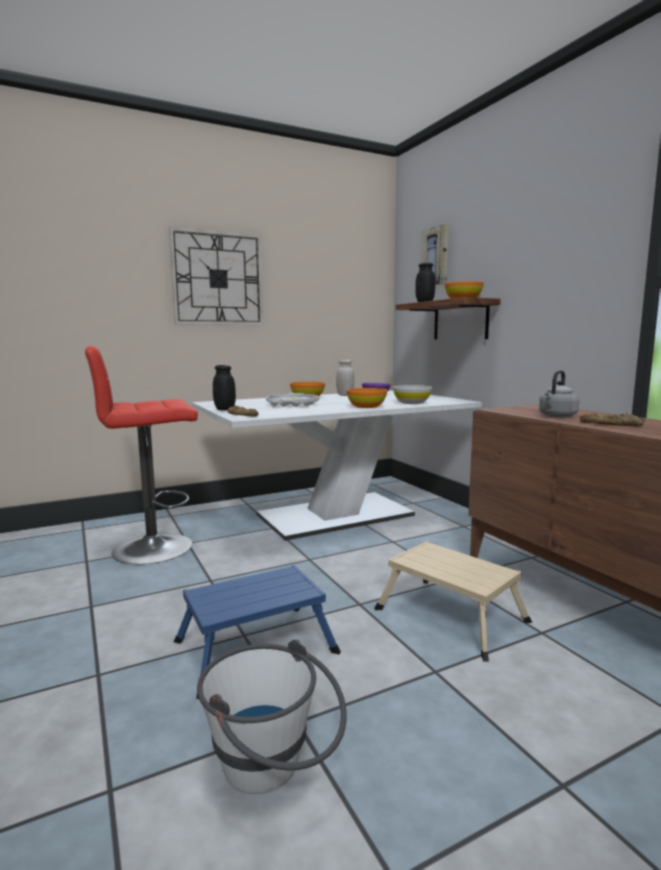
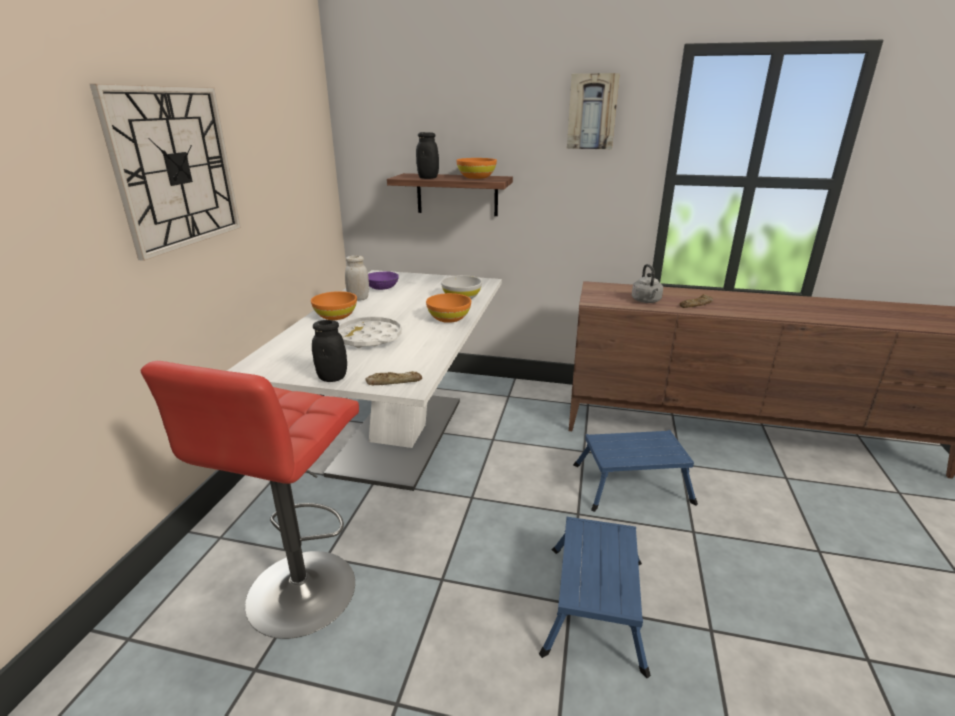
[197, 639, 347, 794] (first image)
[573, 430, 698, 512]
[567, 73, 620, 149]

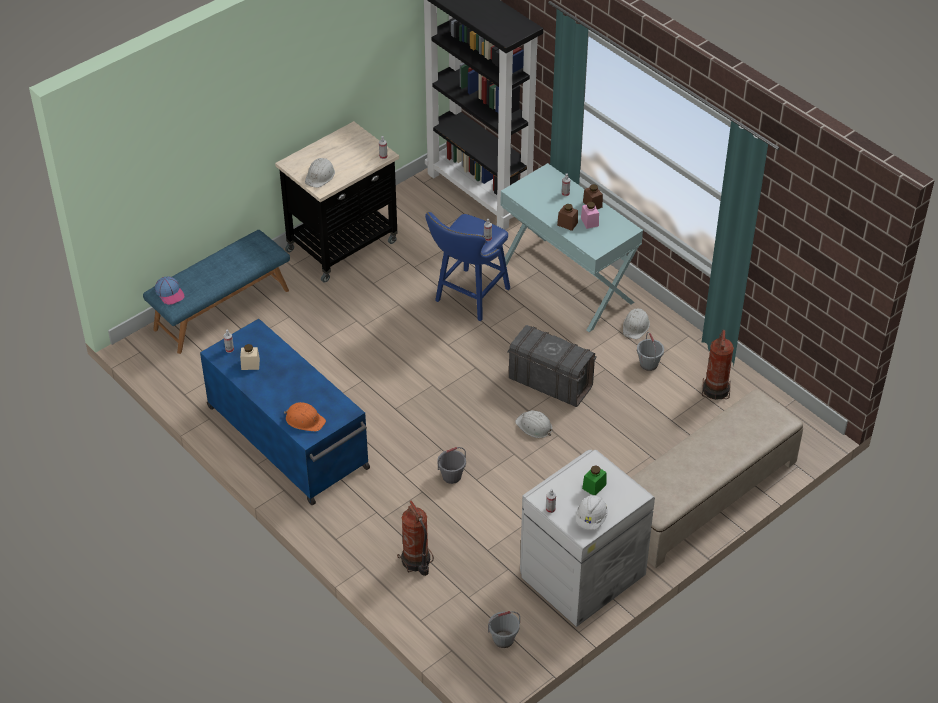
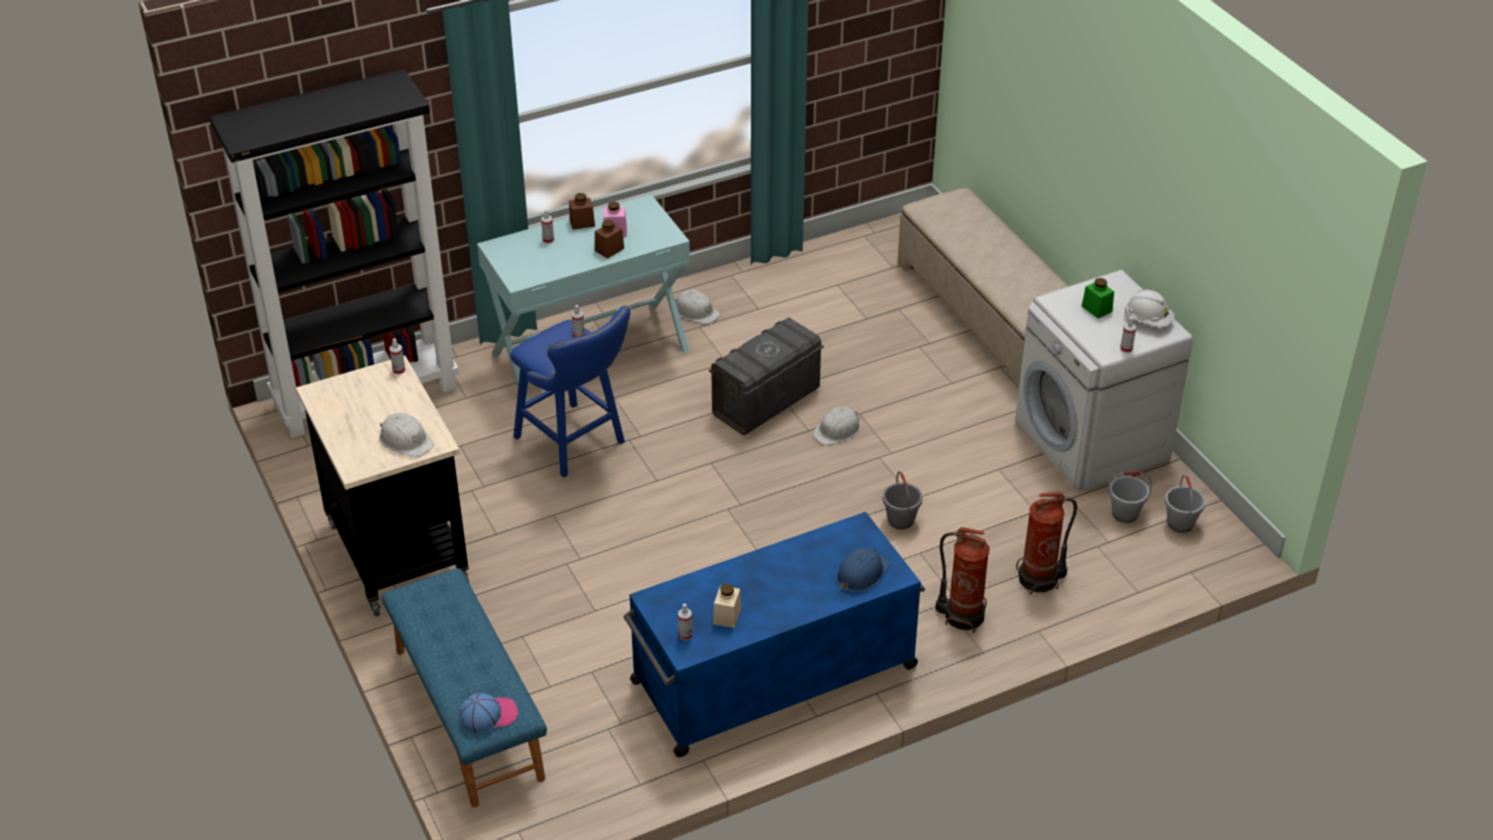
[836, 548, 890, 592]
[1107, 471, 1152, 523]
[935, 527, 990, 633]

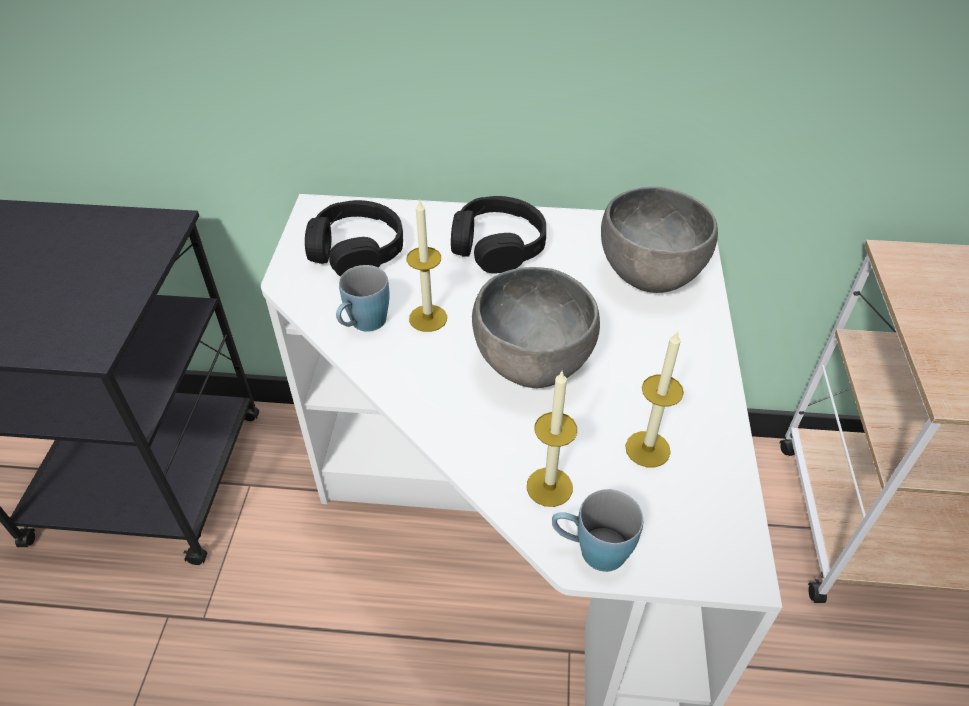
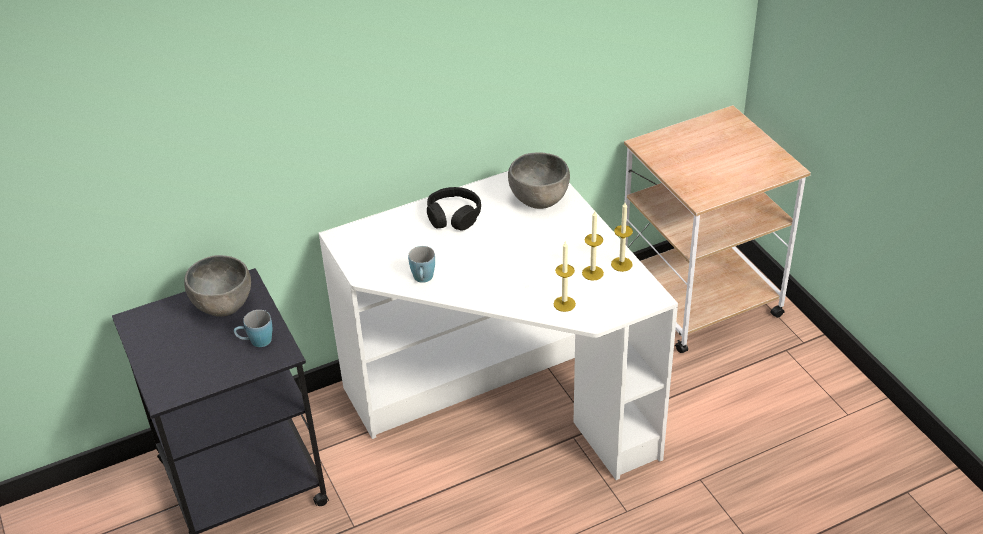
[305, 200, 403, 277] (first image)
[611, 203, 633, 272]
[184, 255, 251, 317]
[234, 310, 272, 347]

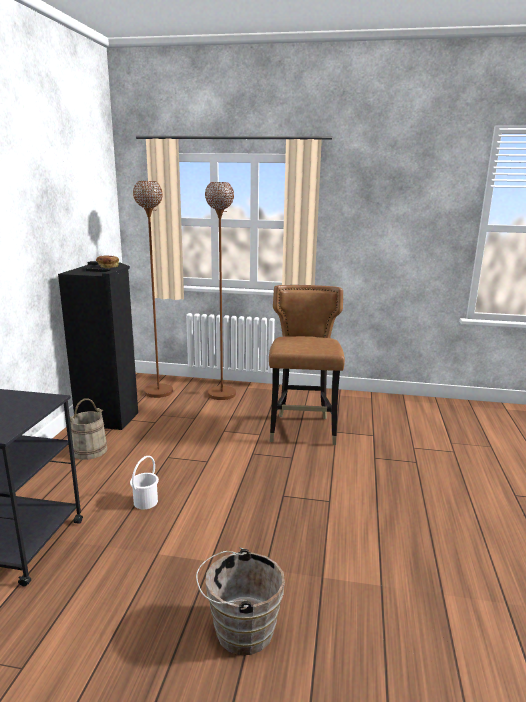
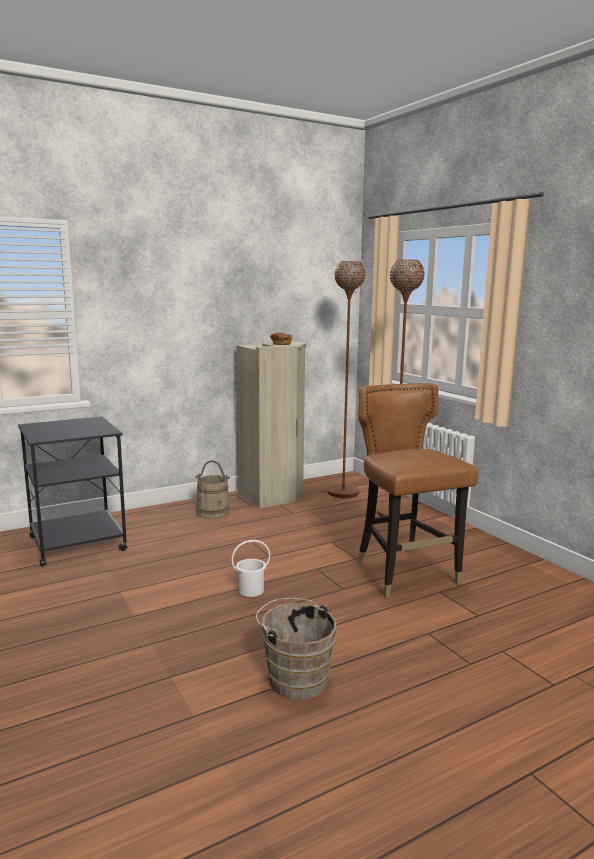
[236, 340, 307, 508]
[231, 540, 270, 597]
[256, 598, 337, 700]
[357, 383, 479, 598]

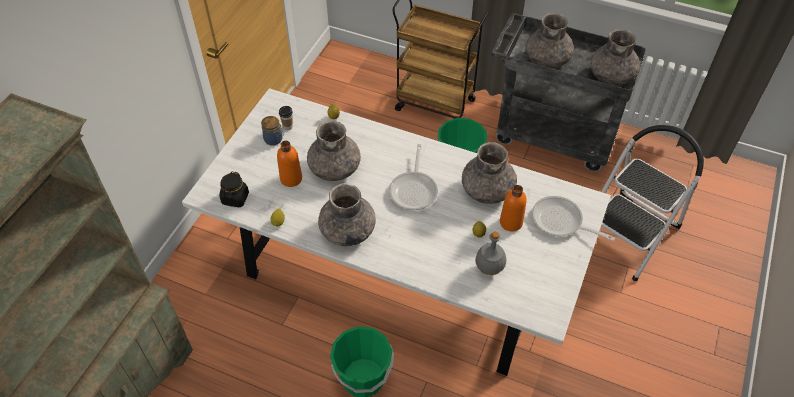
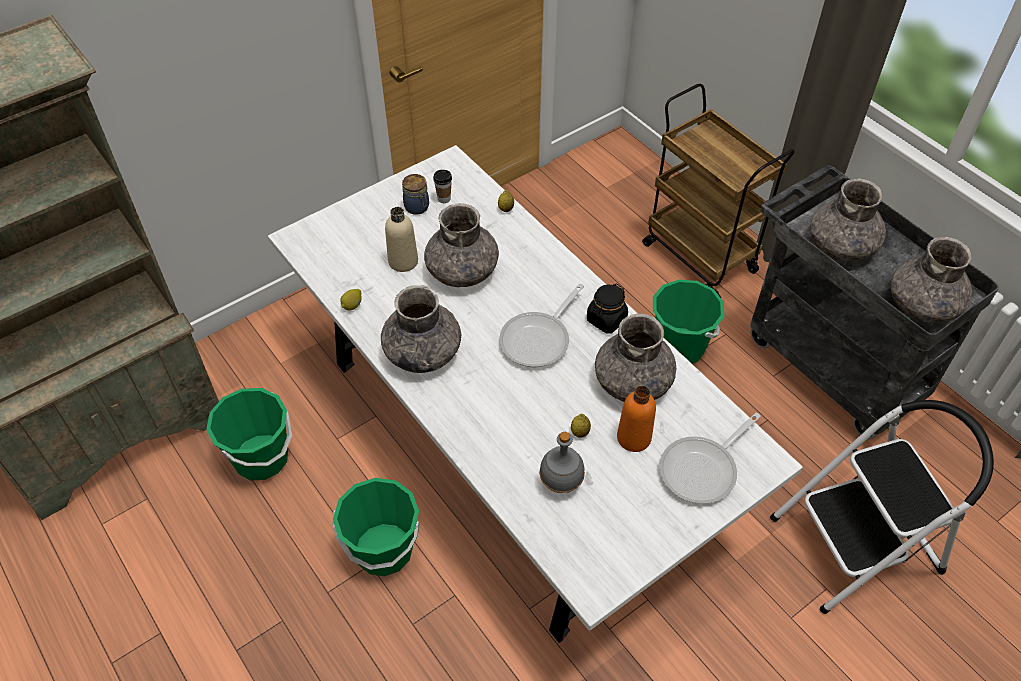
[587, 284, 628, 334]
[385, 207, 418, 272]
[659, 413, 761, 504]
[206, 388, 292, 480]

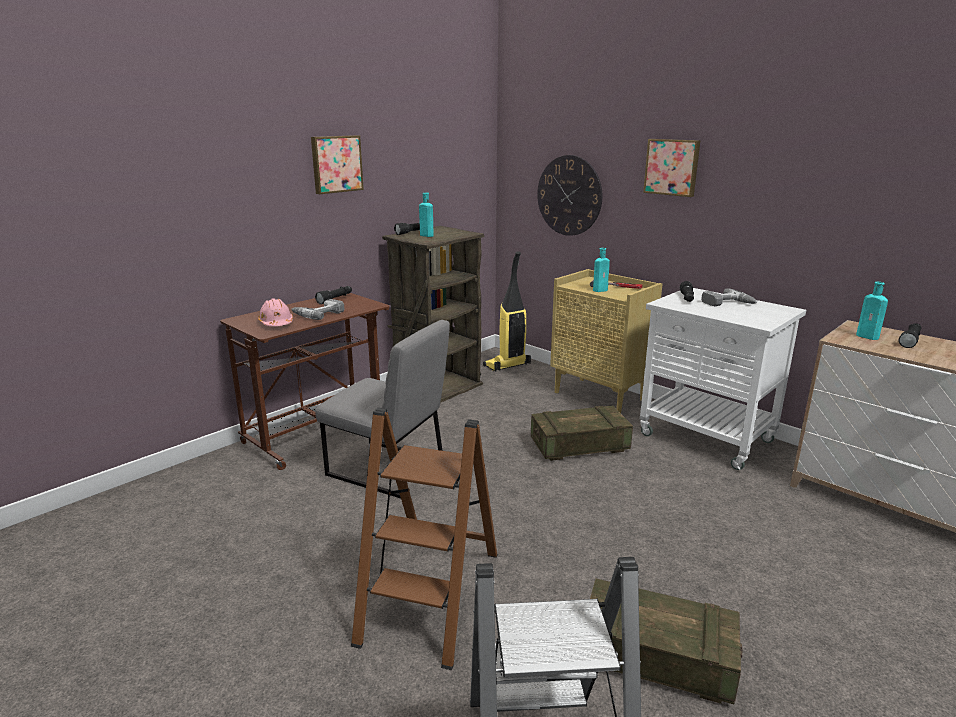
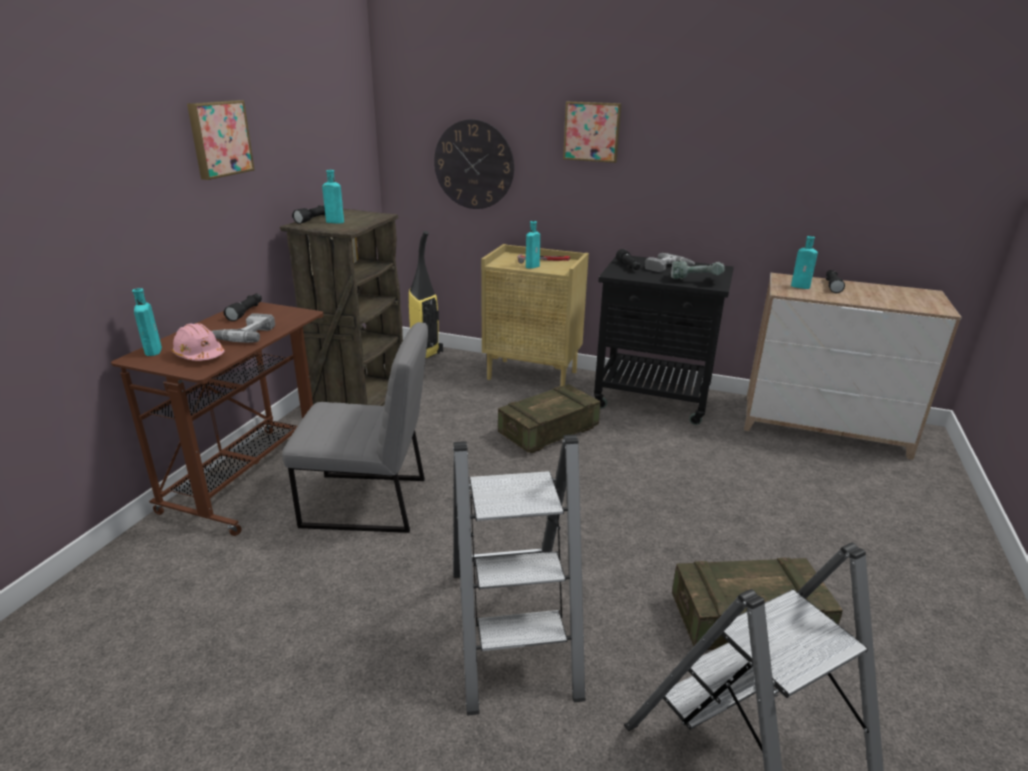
[453, 434, 586, 715]
[594, 256, 734, 425]
[132, 288, 162, 356]
[671, 260, 725, 279]

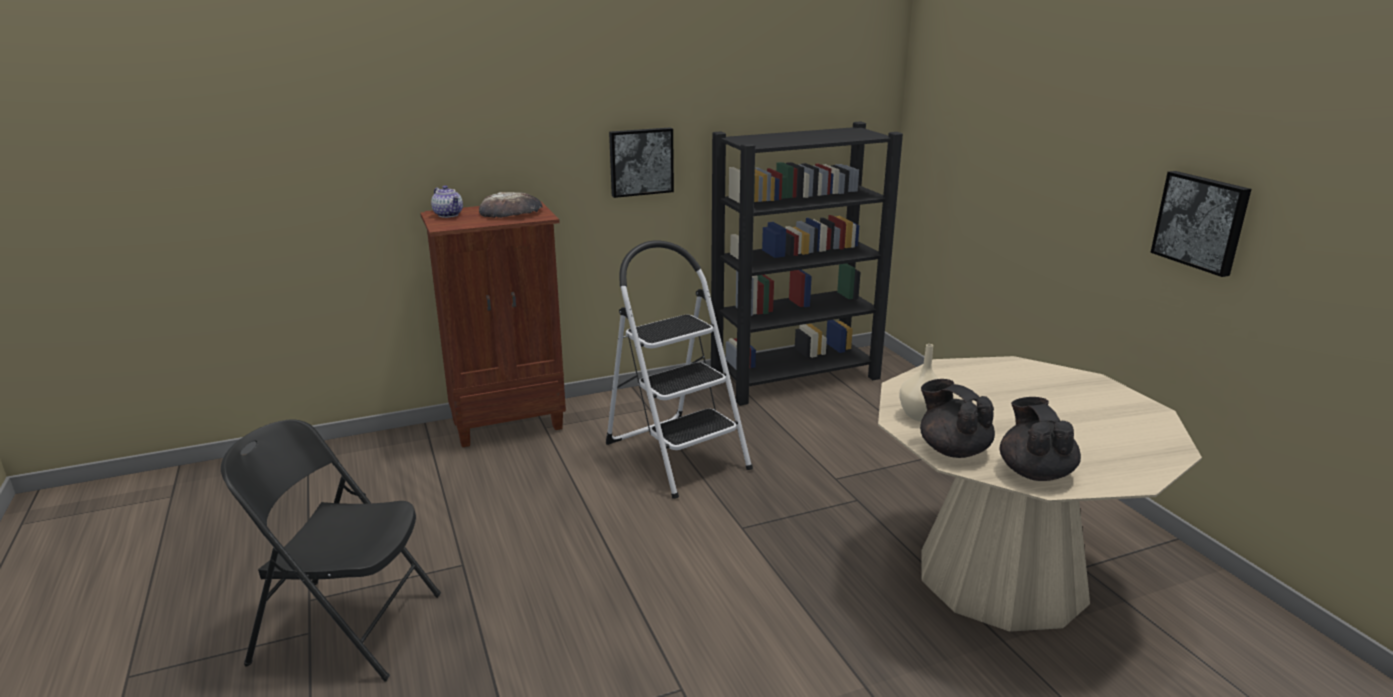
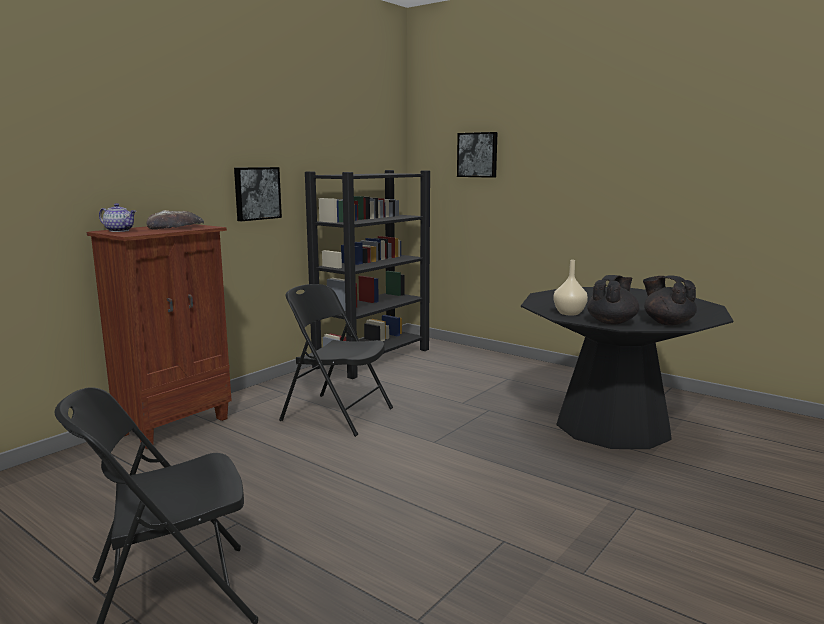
[279, 284, 393, 437]
[521, 287, 733, 449]
[587, 275, 639, 324]
[457, 132, 497, 178]

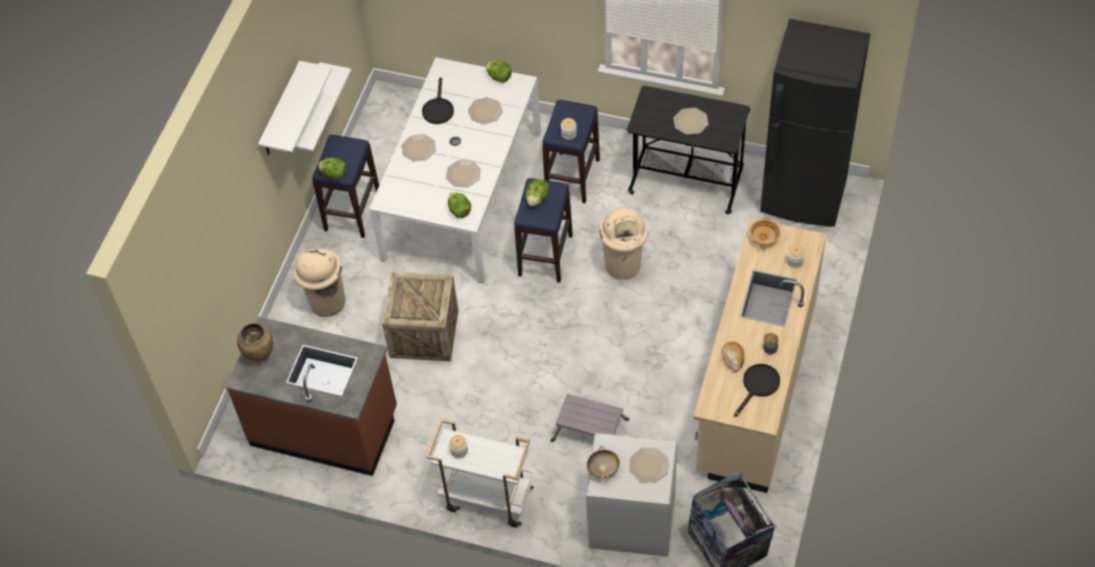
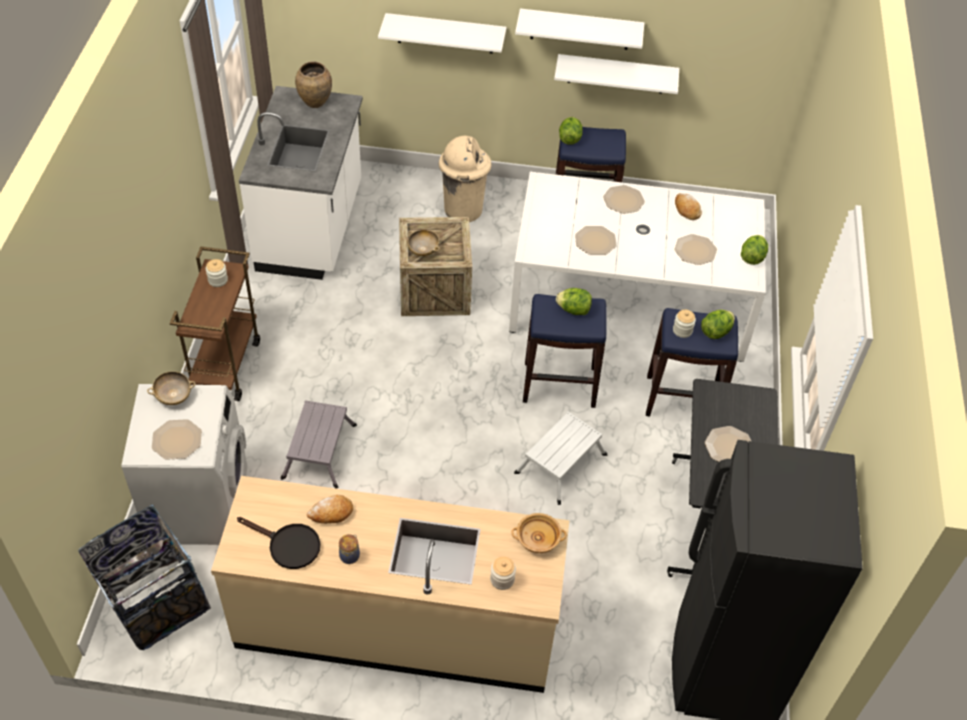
[239, 86, 363, 280]
[675, 193, 702, 220]
[170, 247, 260, 401]
[701, 310, 735, 339]
[514, 412, 607, 505]
[378, 13, 506, 54]
[408, 230, 440, 256]

